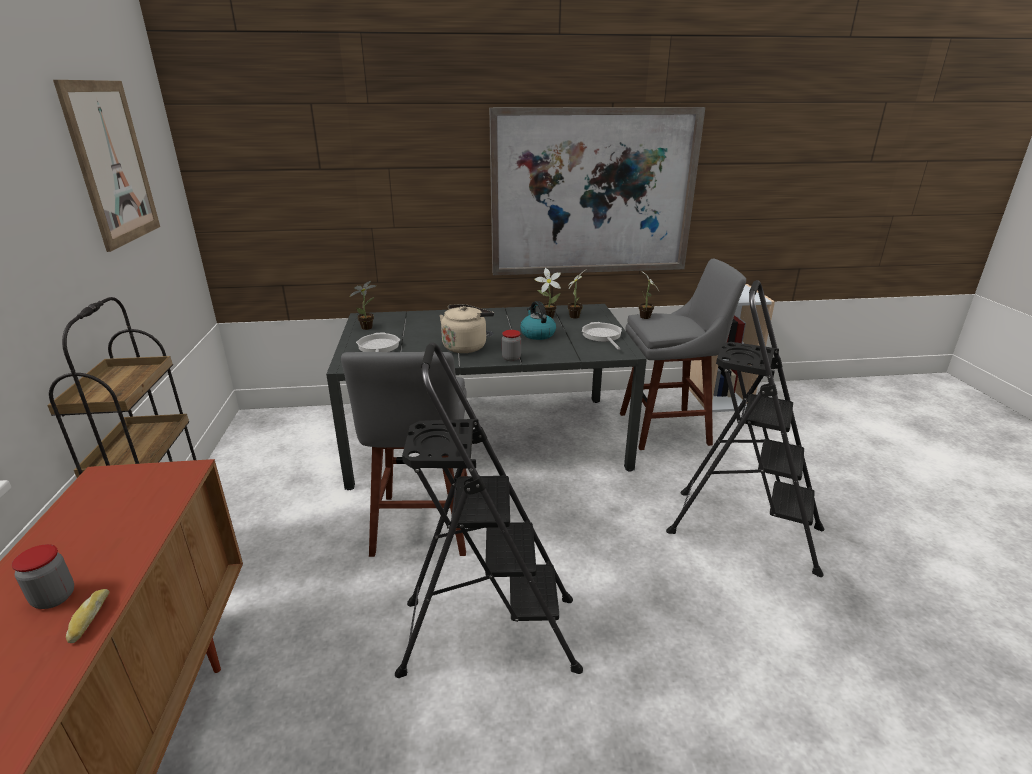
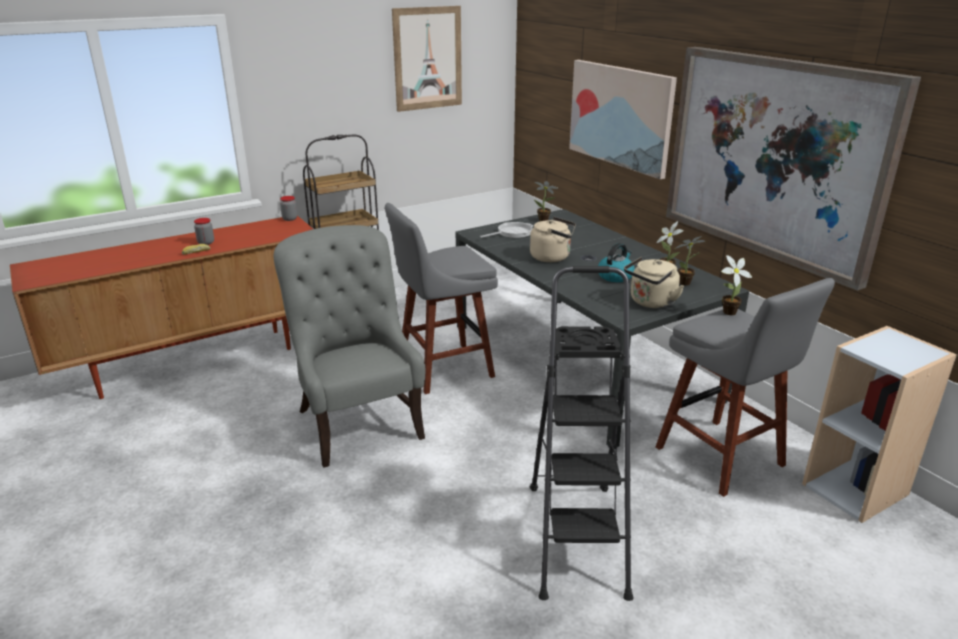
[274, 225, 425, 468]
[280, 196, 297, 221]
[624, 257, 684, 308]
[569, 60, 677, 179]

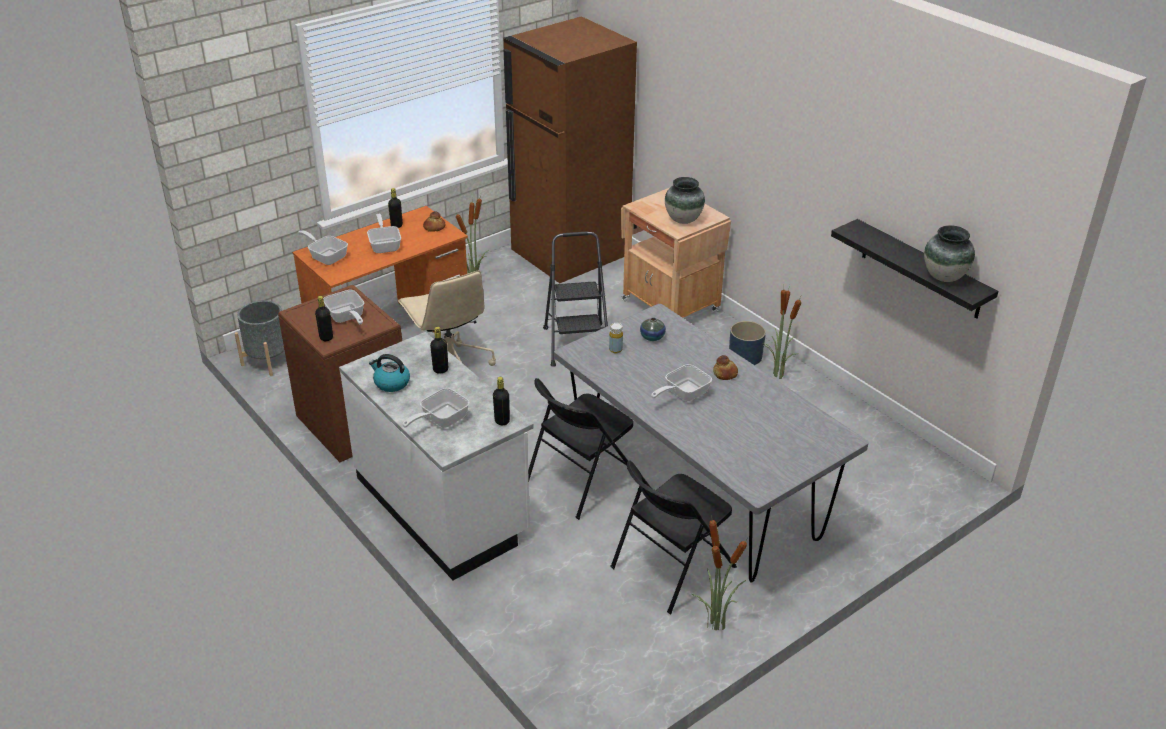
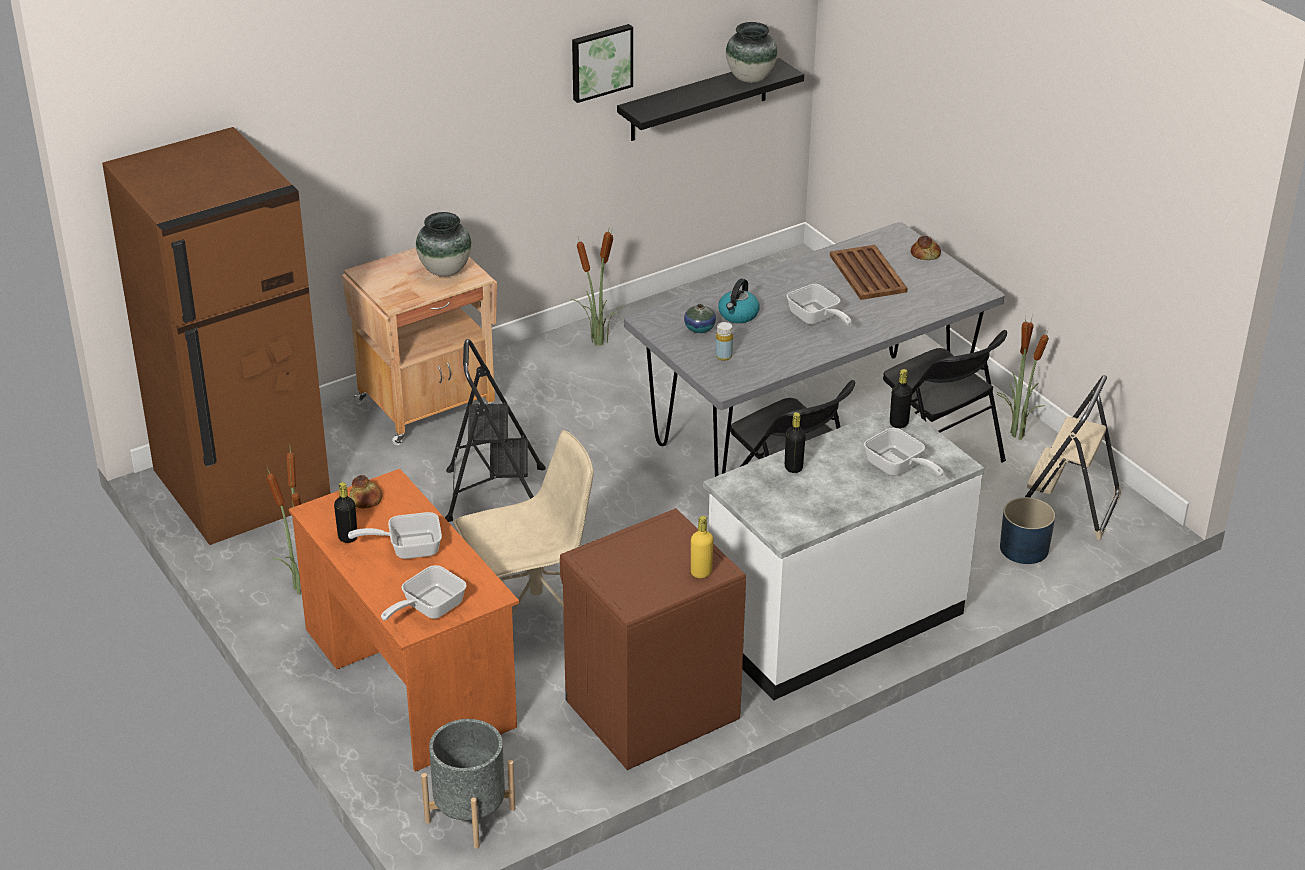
[691, 516, 713, 578]
[323, 290, 364, 324] (first image)
[718, 278, 760, 323]
[911, 236, 941, 260]
[1000, 497, 1055, 564]
[572, 24, 633, 103]
[830, 245, 907, 300]
[1025, 375, 1121, 540]

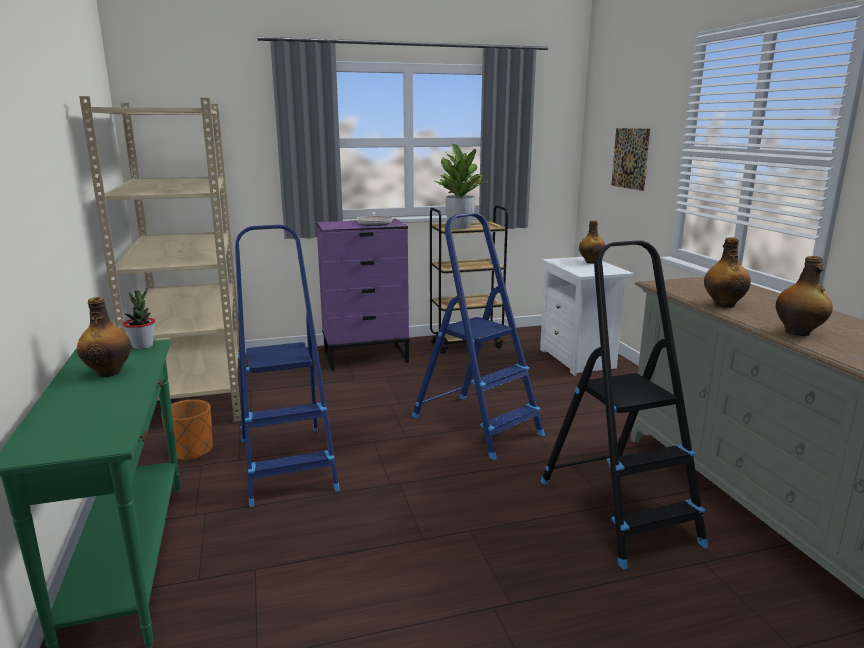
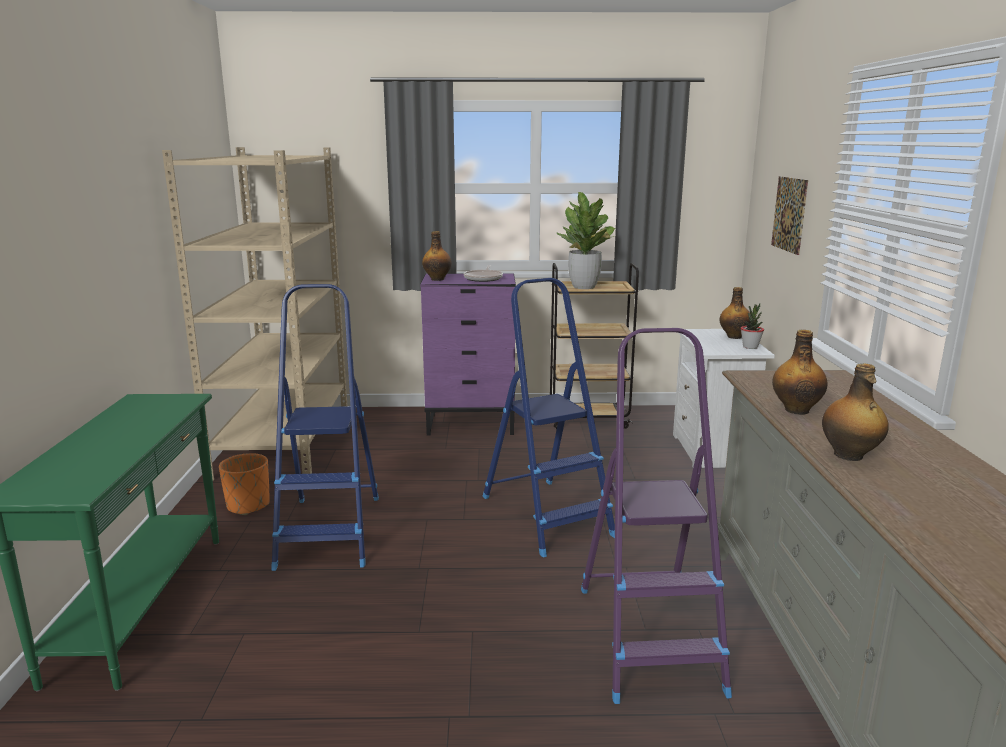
[422, 231, 452, 281]
[741, 303, 764, 349]
[581, 328, 732, 704]

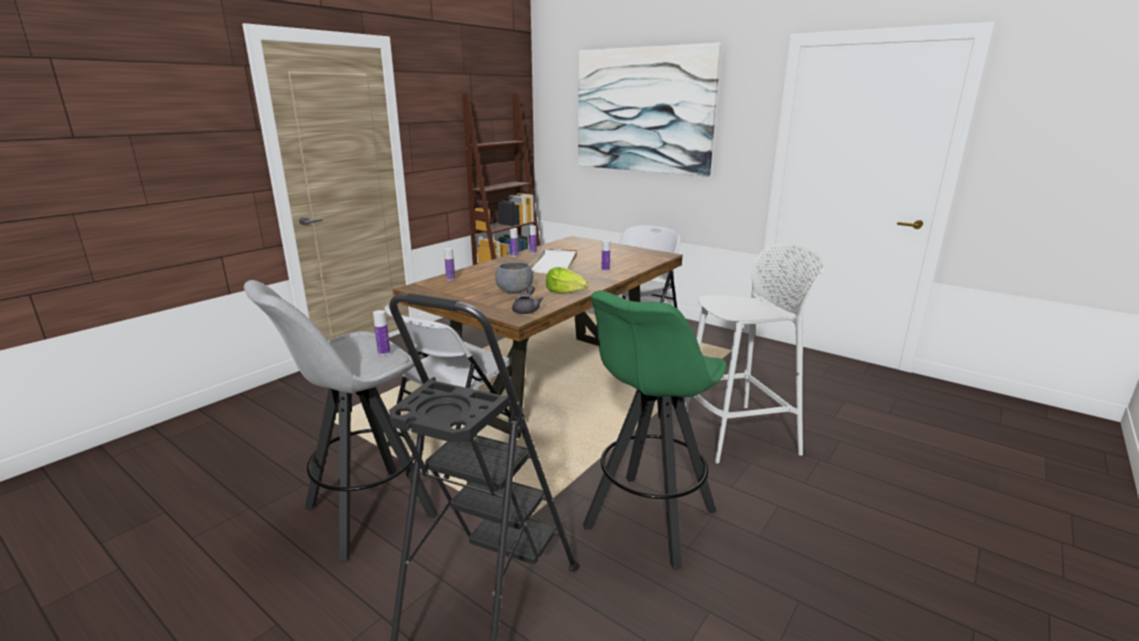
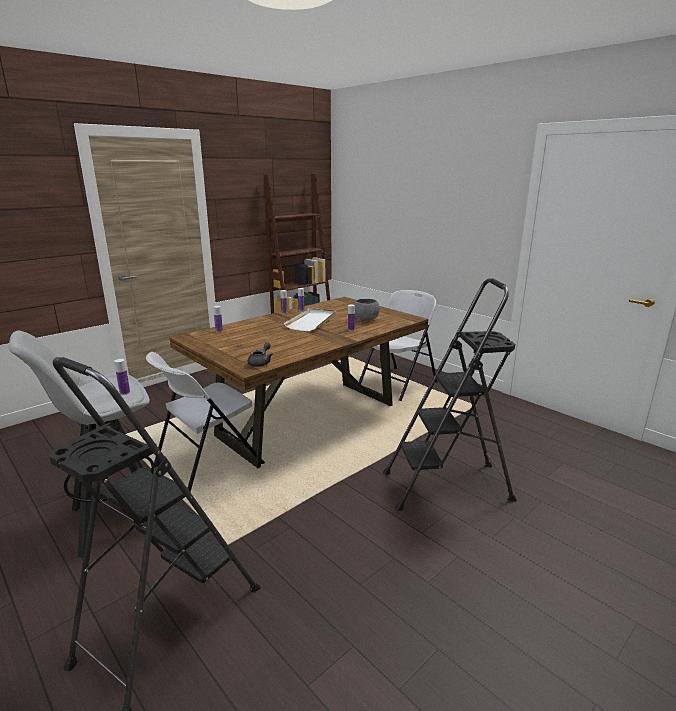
[353, 299, 380, 321]
[546, 267, 589, 294] (first image)
[578, 43, 721, 177] (first image)
[583, 290, 727, 570] (first image)
[383, 278, 517, 511]

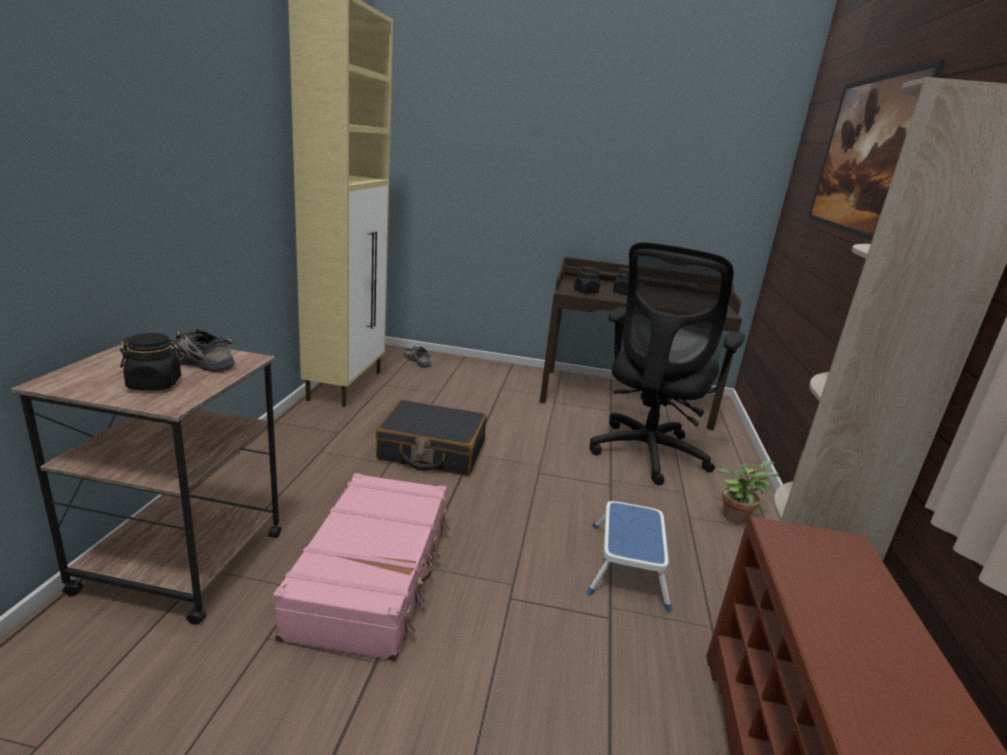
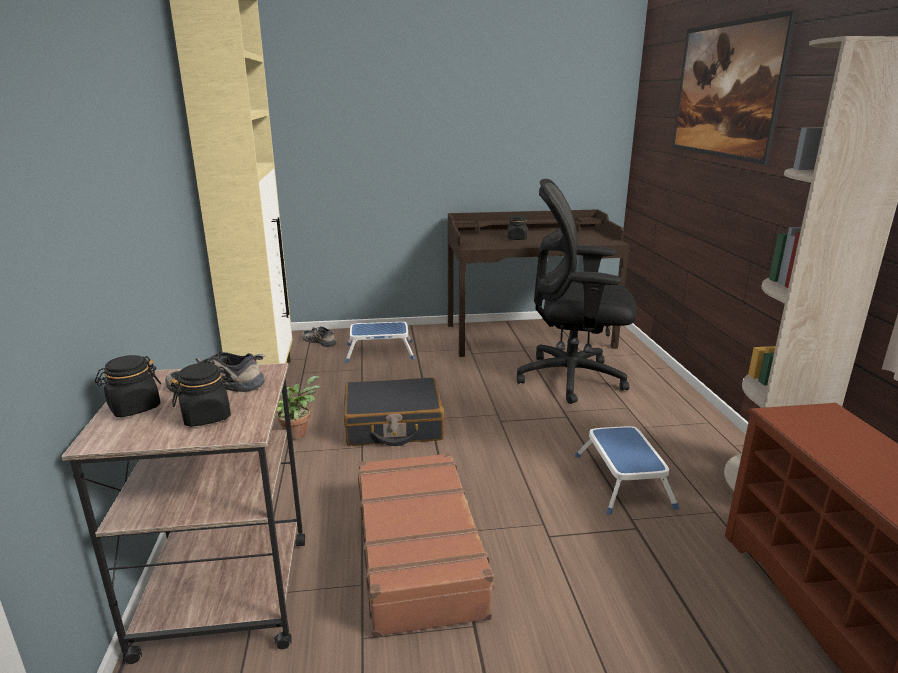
[358, 453, 496, 638]
[95, 355, 161, 417]
[517, 179, 637, 404]
[276, 376, 320, 440]
[345, 322, 415, 363]

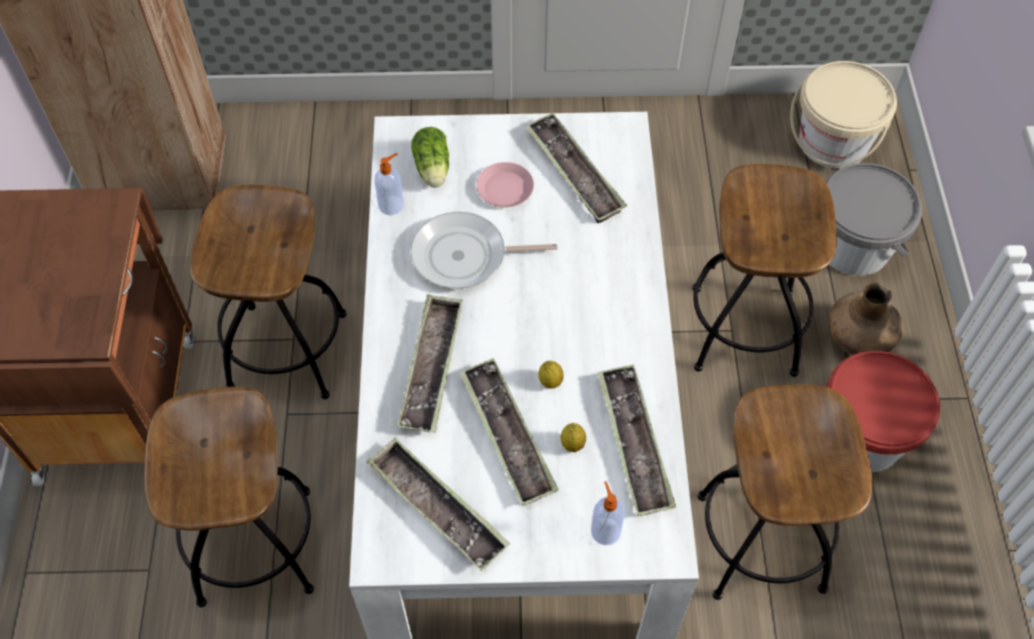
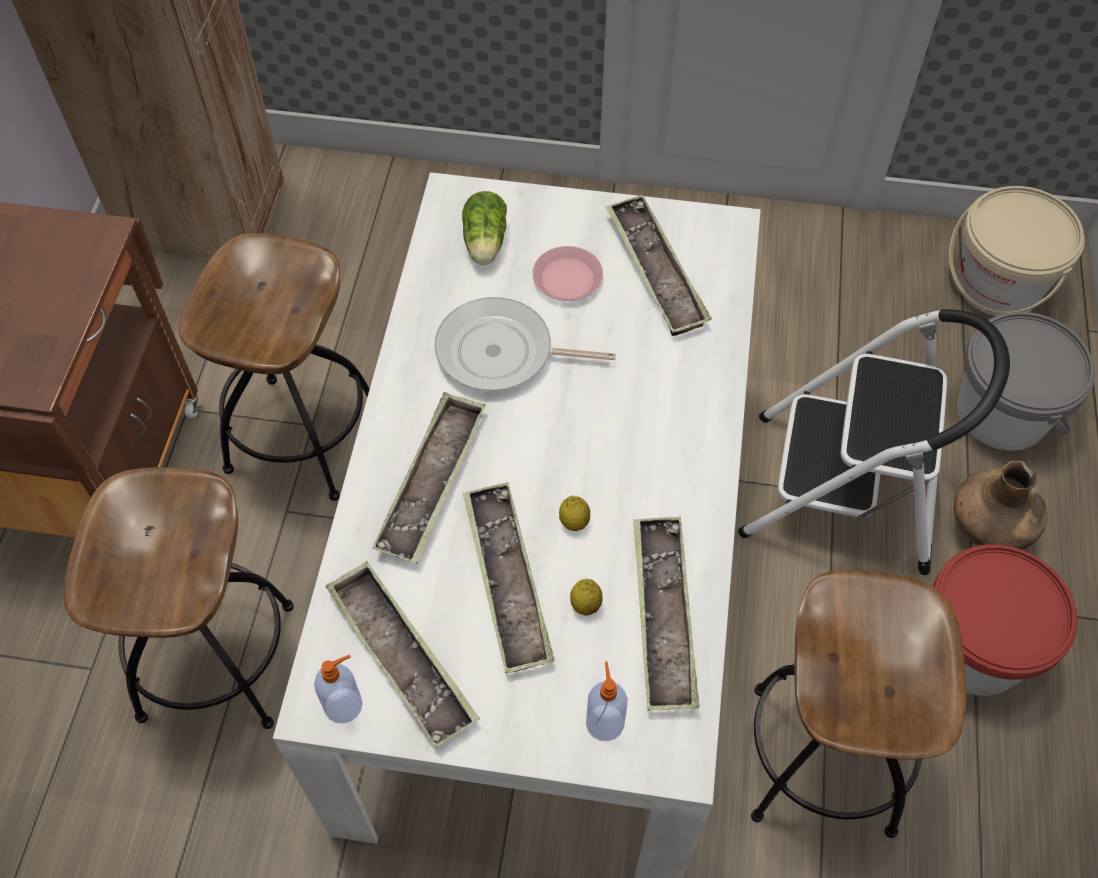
[314, 655, 363, 724]
[738, 309, 1010, 575]

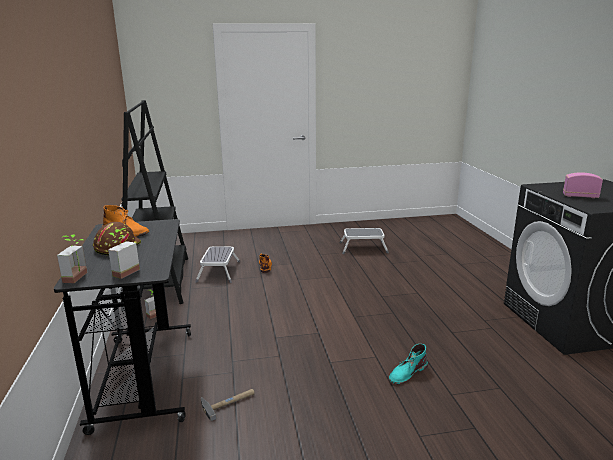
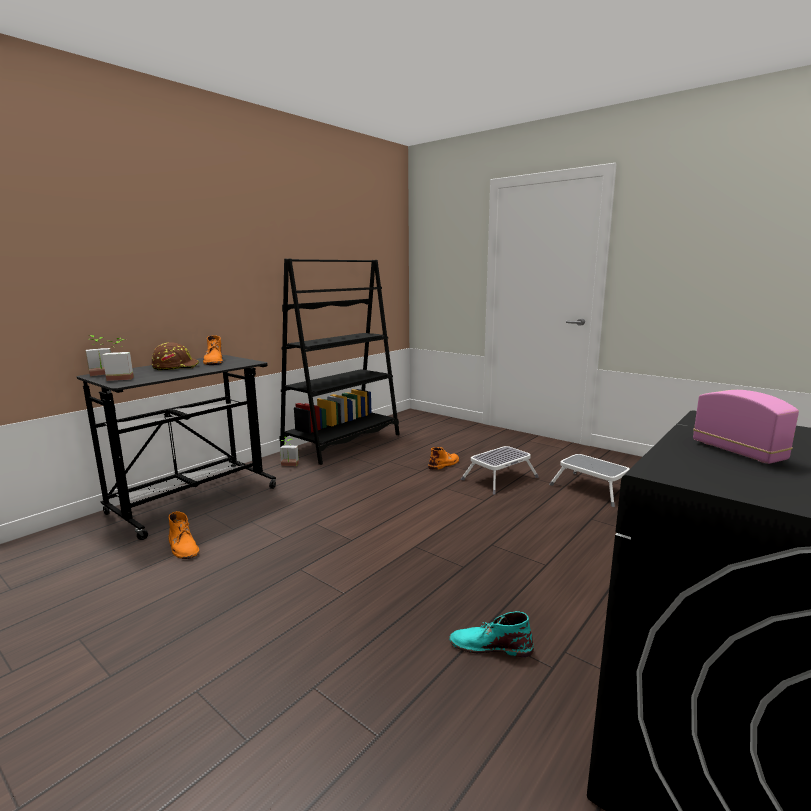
[461, 446, 539, 495]
[168, 511, 200, 559]
[449, 611, 534, 657]

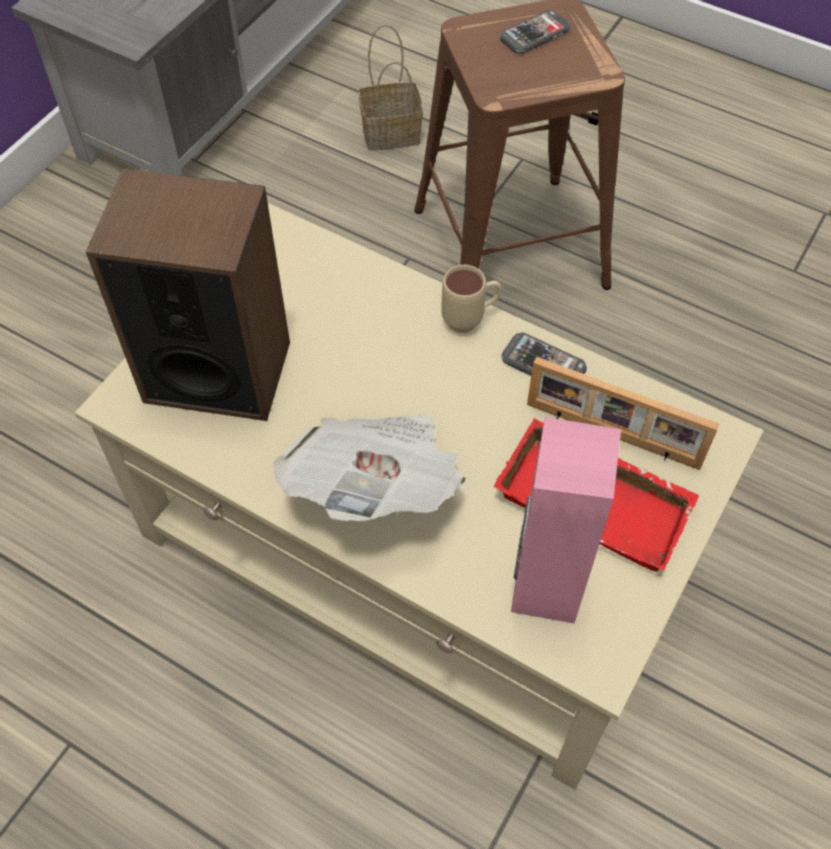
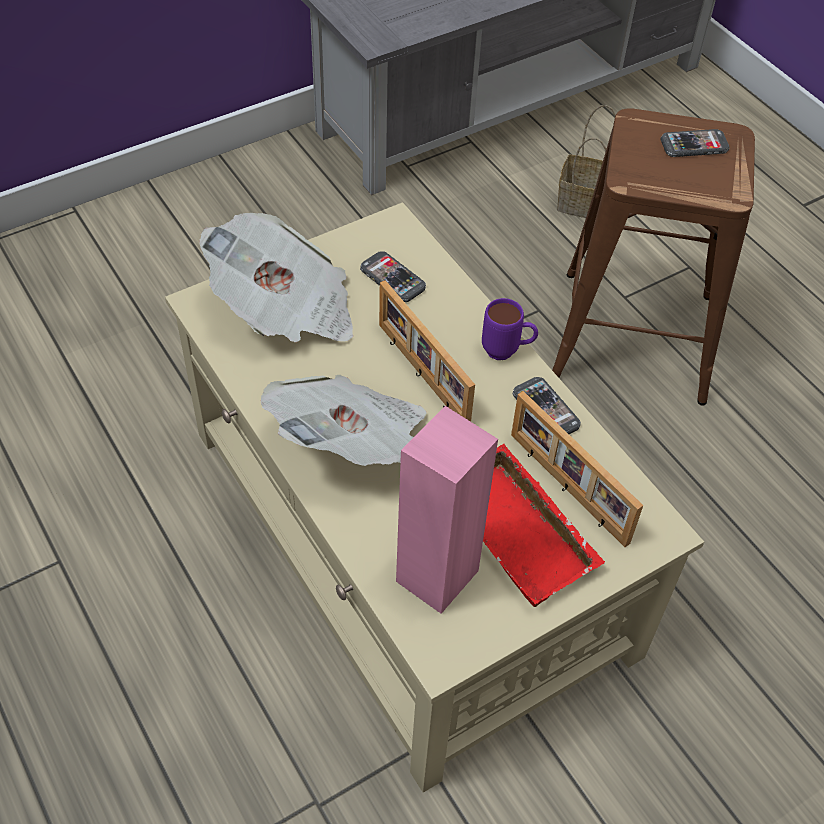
[199, 213, 353, 342]
[482, 298, 538, 360]
[360, 251, 426, 302]
[379, 280, 475, 422]

